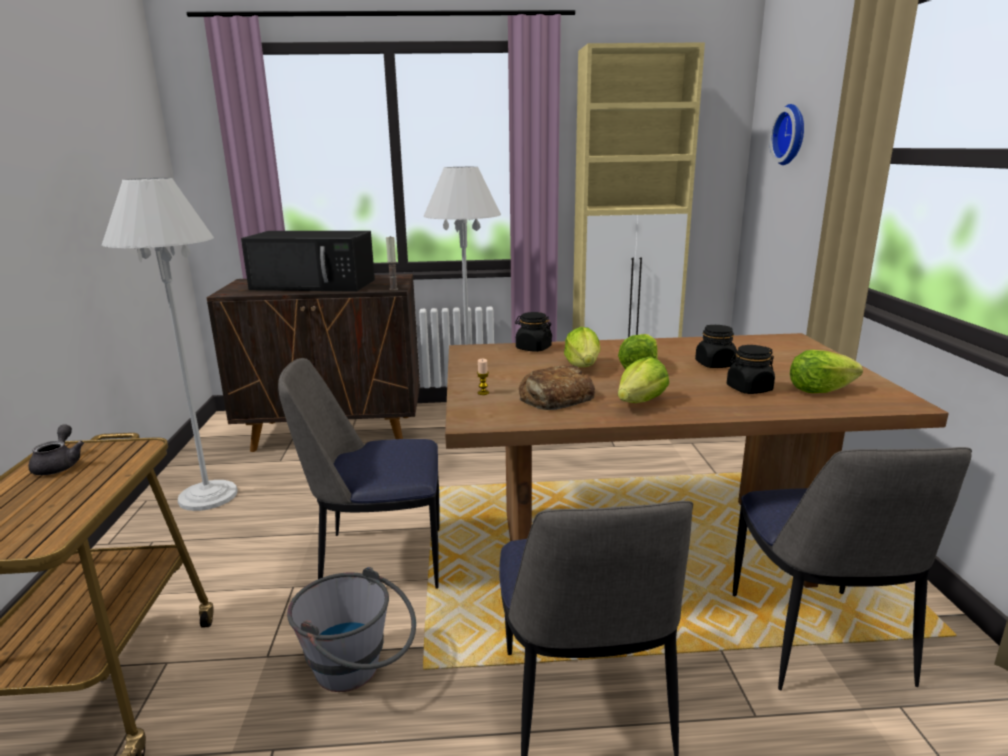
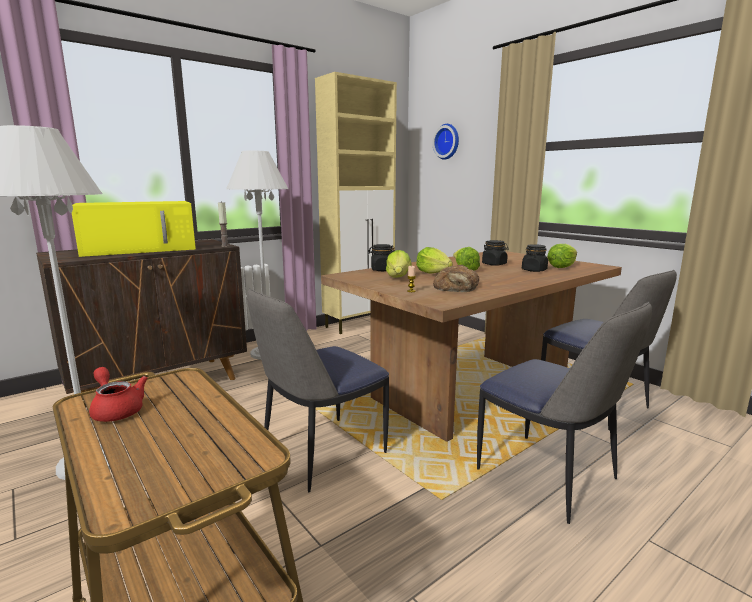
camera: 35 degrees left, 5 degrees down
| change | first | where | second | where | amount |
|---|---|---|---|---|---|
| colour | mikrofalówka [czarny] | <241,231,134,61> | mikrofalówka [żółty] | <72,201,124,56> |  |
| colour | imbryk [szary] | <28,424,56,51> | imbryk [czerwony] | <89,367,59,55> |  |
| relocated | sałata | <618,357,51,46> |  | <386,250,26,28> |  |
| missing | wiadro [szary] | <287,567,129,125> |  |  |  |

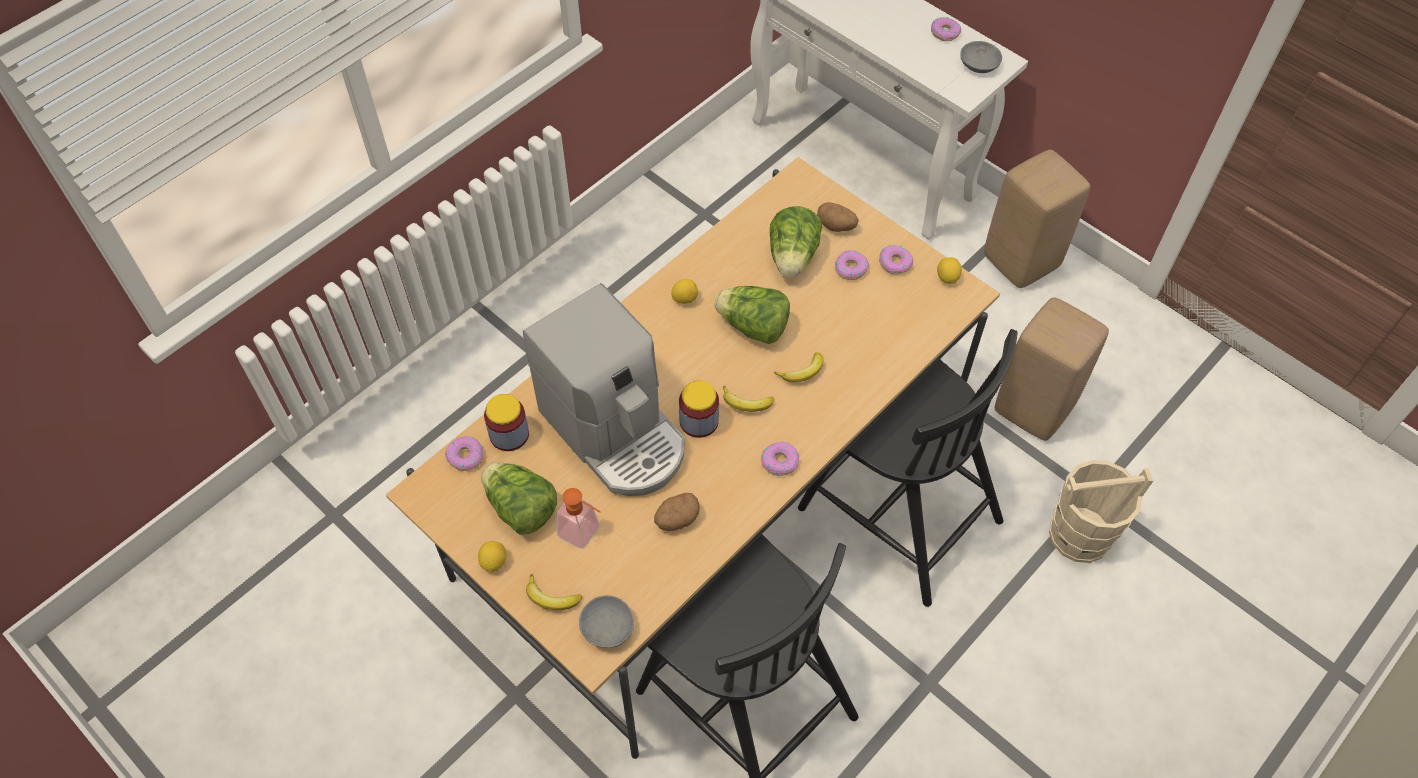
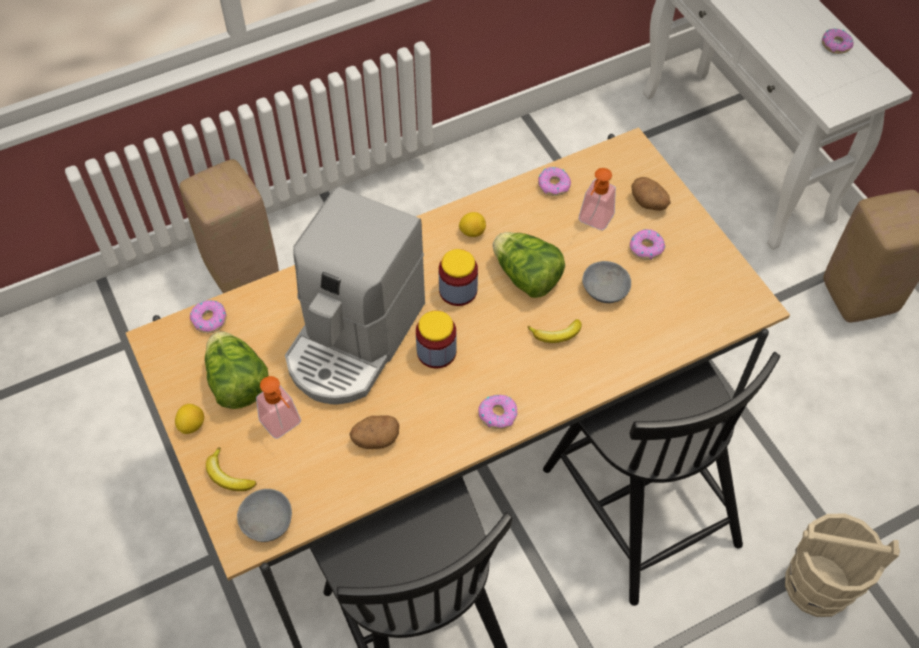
camera: 20 degrees right, 0 degrees up
| change | first | where | second | where | amount |
|---|---|---|---|---|---|
| relocated | stołek [beżowy] | <995,297,114,144> |  | <179,159,100,134> |  |
| spun | ekspres do kawy | <523,283,162,213> |  | <285,187,140,218> | 45 degrees clockwise |
| relocated | słoik | <484,394,45,57> |  | <438,249,40,57> |  |
| relocated | donut | <879,245,34,29> |  | <538,167,33,29> |  |
| exchanged | sałata | <770,206,52,71> | dozownik mydła | <579,168,37,62> |  |
| relocated | miska [szary] | <960,41,42,32> |  | <582,261,49,42> |  |
| missing | banan | <723,386,51,26> |  |  |  |
| missing | cytryna | <937,257,25,27> |  |  |  |

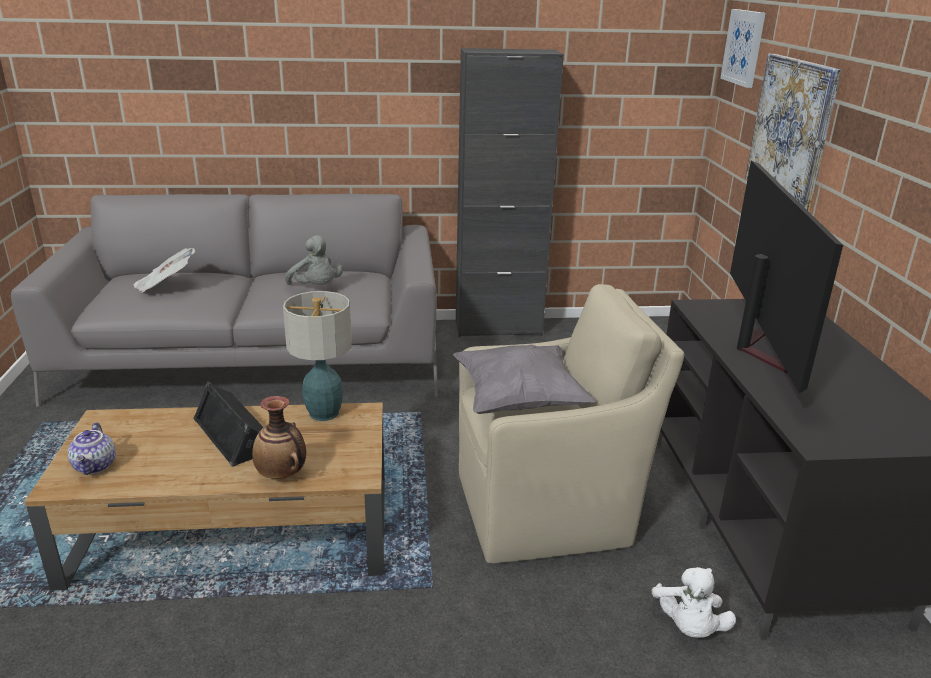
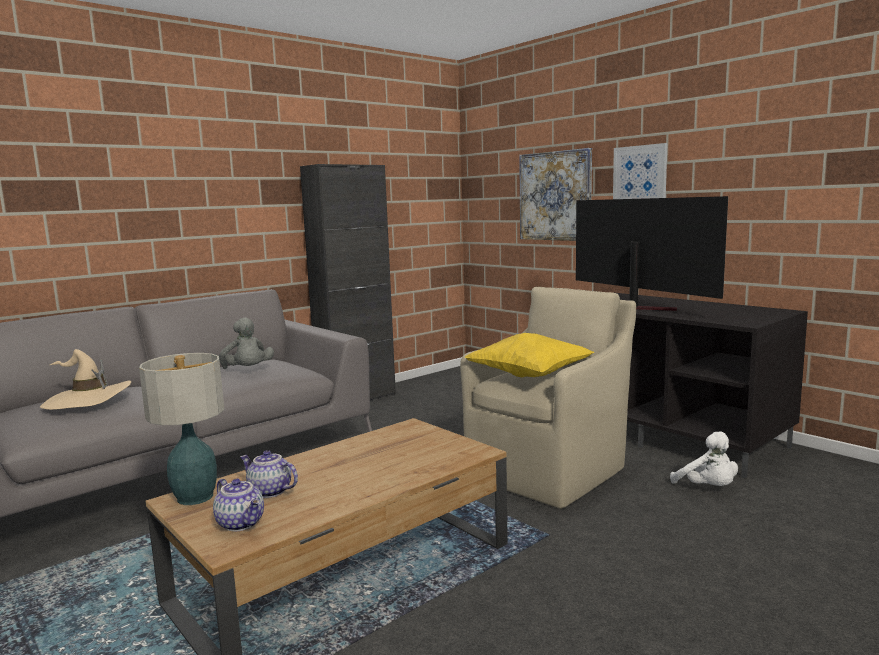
camera: 35 degrees left, 15 degrees down
| change | first | where | second | where | amount |
|---|---|---|---|---|---|
| exchanged | gazeta | <133,248,62,45> | kapelusz [beżowy] | <40,349,91,61> |  |
| relocated | lampa stołowa | <283,291,69,130> |  | <139,353,85,152> |  |
| spun | pluszak [szary] | <285,235,58,50> |  | <219,317,55,52> | 45 degrees clockwise |
| appeared |  |  | imbryk | <240,450,58,48> |  |
| colour | poduszka [szary] | <453,344,143,70> | poduszka [żółty] | <465,333,130,44> |  |
| relocated | obraz | <720,9,45,79> |  | <613,143,55,56> |  |
| missing | głośnik [czarny] | <193,381,70,86> |  |  |  |
| missing | wazon | <252,396,54,83> |  |  |  |

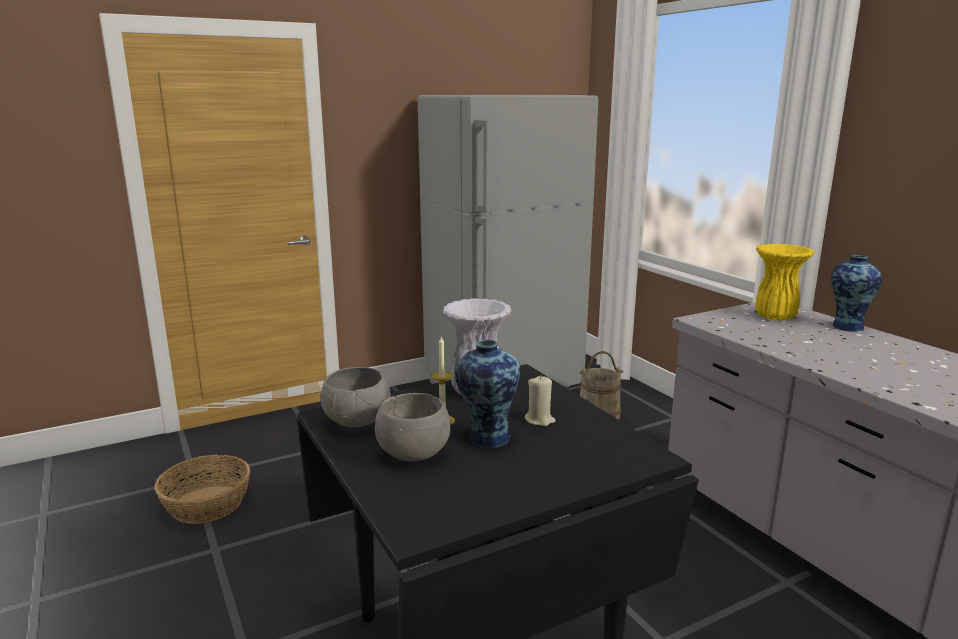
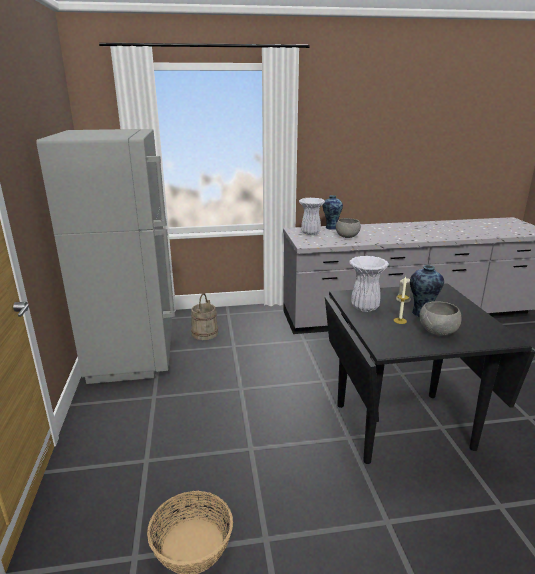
camera: 70 degrees left, 5 degrees up
| change | first | where | second | where | amount |
|---|---|---|---|---|---|
| colour | wazon [żółty] | <755,244,59,77> | wazon [biały] | <299,198,26,37> |  |
| relocated | miska [szary] | <321,367,70,60> |  | <336,218,25,20> |  |

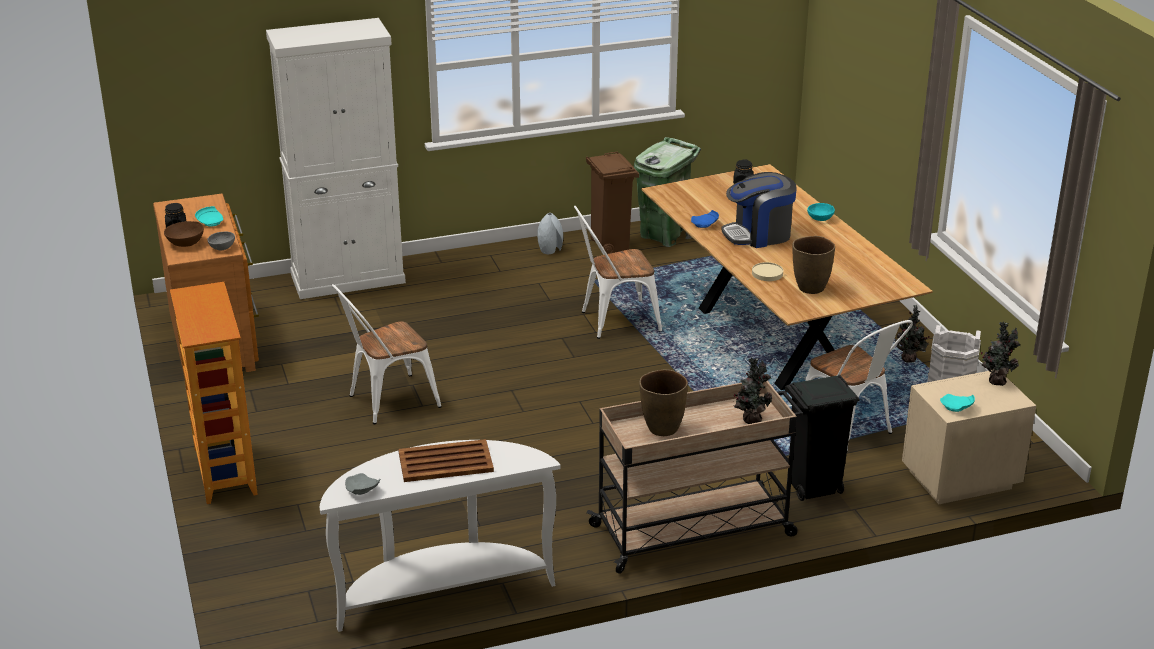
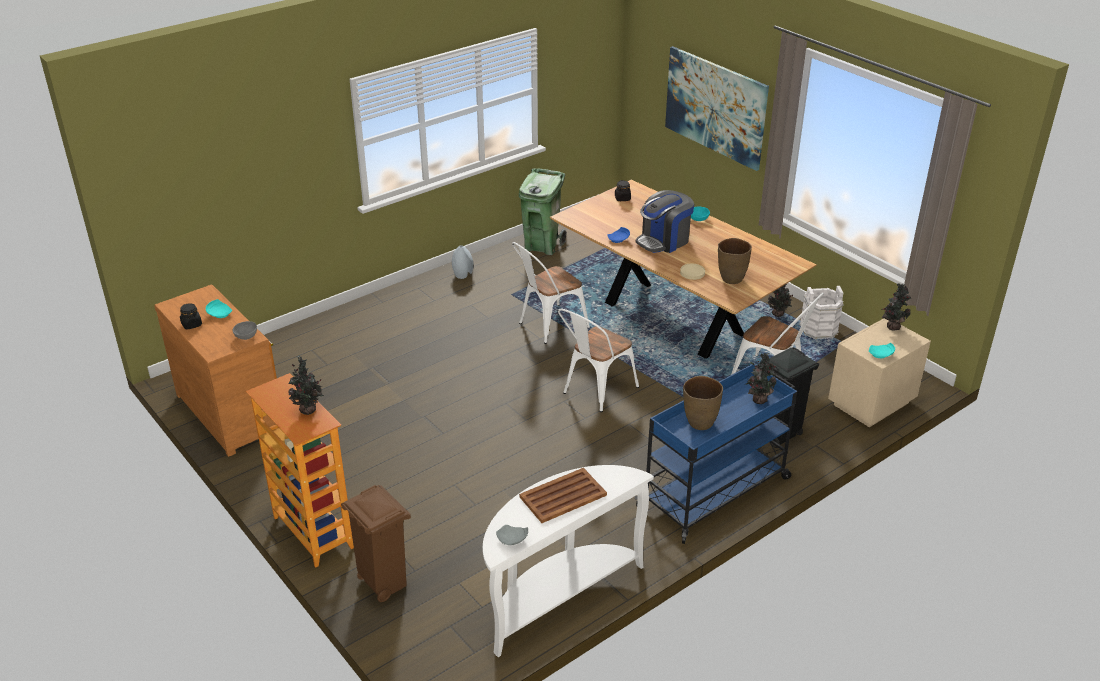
camera: 20 degrees left, 5 degrees up
| change | first | where | second | where | amount |
|---|---|---|---|---|---|
| appeared |  |  | roślina doniczkowa | <288,355,36,60> |  |
| relocated | kosz na śmieci [brązowy] | <586,152,53,102> |  | <341,485,70,117> |  |
| relocated | krzesło [biały] | <332,284,109,140> |  | <558,309,81,103> |  |
| colour | wózek [beżowy] | <586,381,217,193> | wózek [niebieski] | <635,364,162,180> |  |
| appeared |  |  | obraz | <665,46,104,125> |  |
| missing | miska [brązowy] | <164,221,40,26> |  |  |  |
| missing | szafka [biały] | <266,18,140,281> |  |  |  |

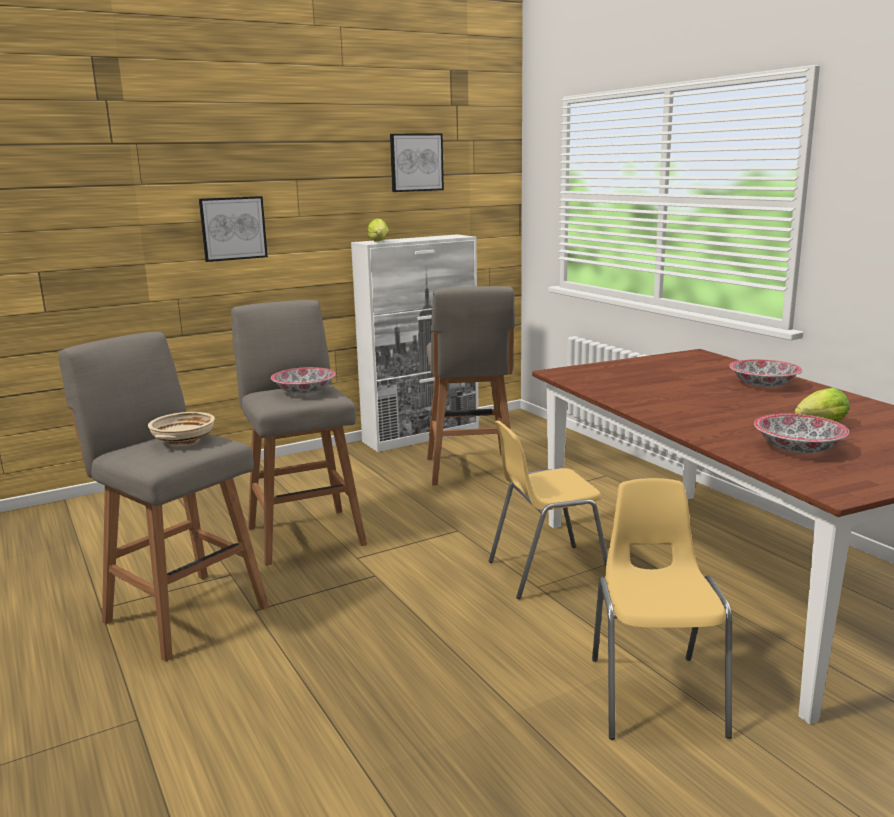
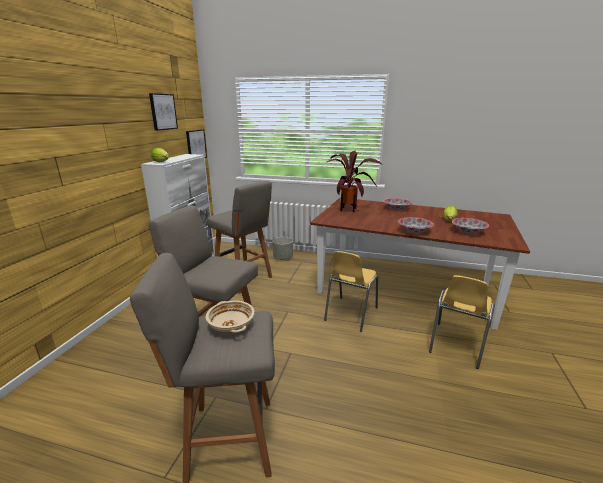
camera: 45 degrees left, 5 degrees up
| change | first | where | second | where | amount |
|---|---|---|---|---|---|
| relocated | obraz | <199,196,69,66> |  | <186,129,21,29> |  |
| appeared |  |  | donica [szary] | <273,237,20,23> |  |
| appeared |  |  | roślina doniczkowa | <327,151,56,61> |  |
| relocated | miska | <271,367,65,27> |  | <398,217,36,16> |  |
| spun | krzesło [żółty] | <592,478,140,262> |  | <429,275,66,94> | 105 degrees counterclockwise |

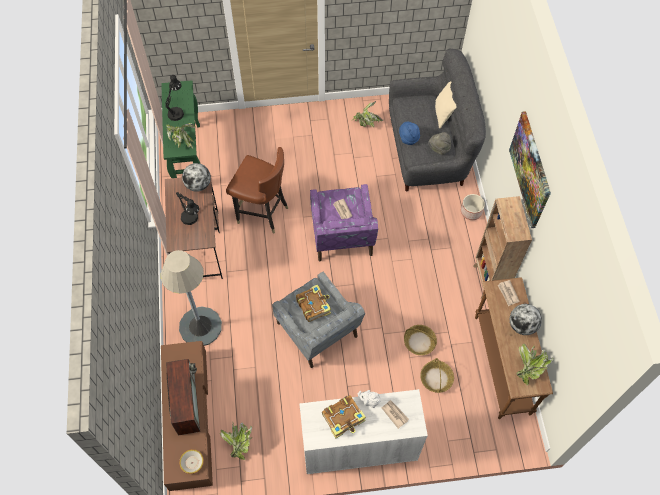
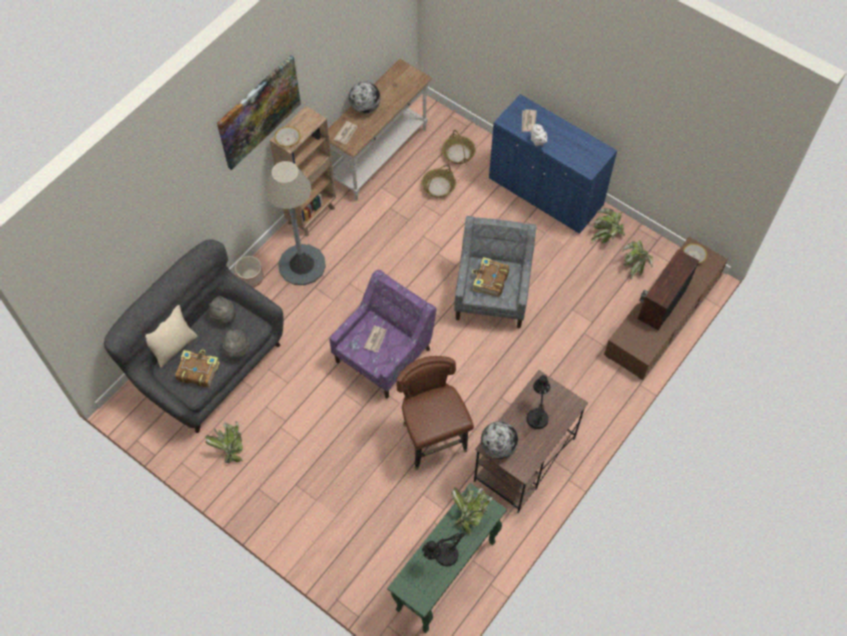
camera: 135 degrees left, 0 degrees up
| change | first | where | second | where | amount |
|---|---|---|---|---|---|
| relocated | książka | <322,395,44,43> |  | <175,350,45,37> |  |
| colour | kapelusz [niebieski] | <399,122,21,23> | kapelusz [szary] | <223,330,27,28> |  |
| relocated | lampa stojąca [szary] | <161,250,61,96> |  | <265,161,61,124> |  |
| appeared |  |  | miska | <274,126,27,21> |  |
| colour | stolik konsolowy [brązowy] | <475,277,78,142> | stolik konsolowy [biały] | <328,59,104,142> |  |
| relocated | koszyk | <404,325,33,30> |  | <442,130,34,34> |  |
| colour | szafka [biały] | <299,389,129,85> | szafka [niebieski] | <489,94,128,140> |  |
| relocated | roślina doniczkowa | <516,344,38,42> |  | <591,208,34,36> |  |

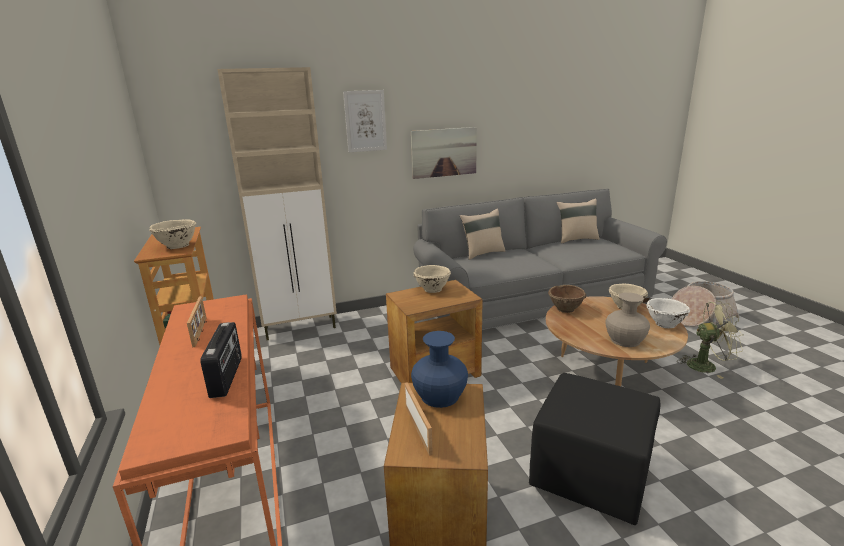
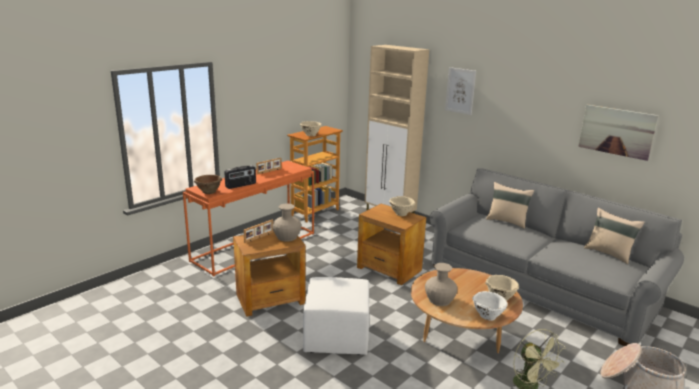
camera: 60 degrees right, 0 degrees up
| change | first | where | second | where | amount |
|---|---|---|---|---|---|
| relocated | miska [brązowy] | <548,285,38,28> |  | <194,175,28,19> |  |
| colour | wazon [niebieski] | <411,331,57,77> | wazon [beżowy] | <272,204,29,38> |  |
| colour | pufa [czarny] | <529,373,131,152> | pufa [biały] | <303,277,66,78> |  |
| relocated | obraz | <411,127,66,52> |  | <578,105,81,56> |  |

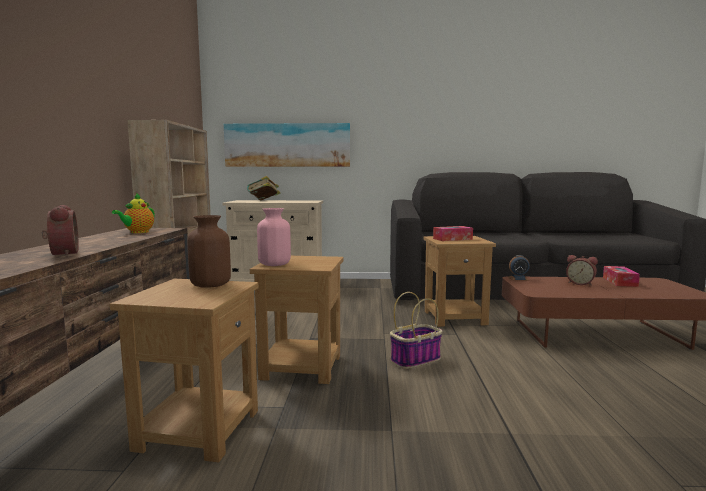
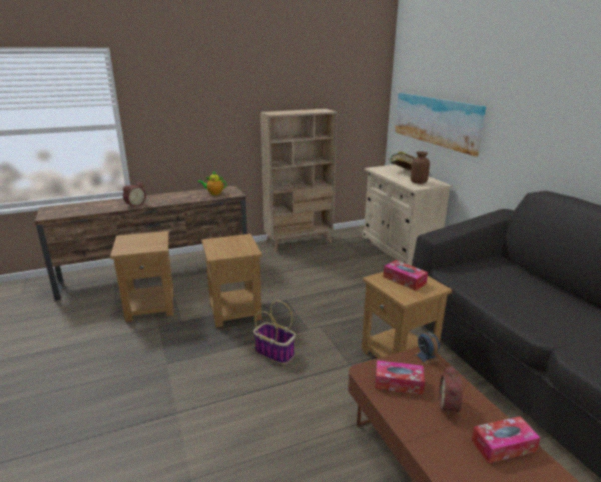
camera: 65 degrees right, 15 degrees up
| change | first | where | second | where | amount |
|---|---|---|---|---|---|
| appeared |  |  | pudełko chusteczek | <375,360,50,35> |  |
| relocated | wazon [brązowy] | <187,215,44,73> |  | <410,151,20,33> |  |
| missing | wazon [różowy] | <257,208,34,58> |  |  |  |

